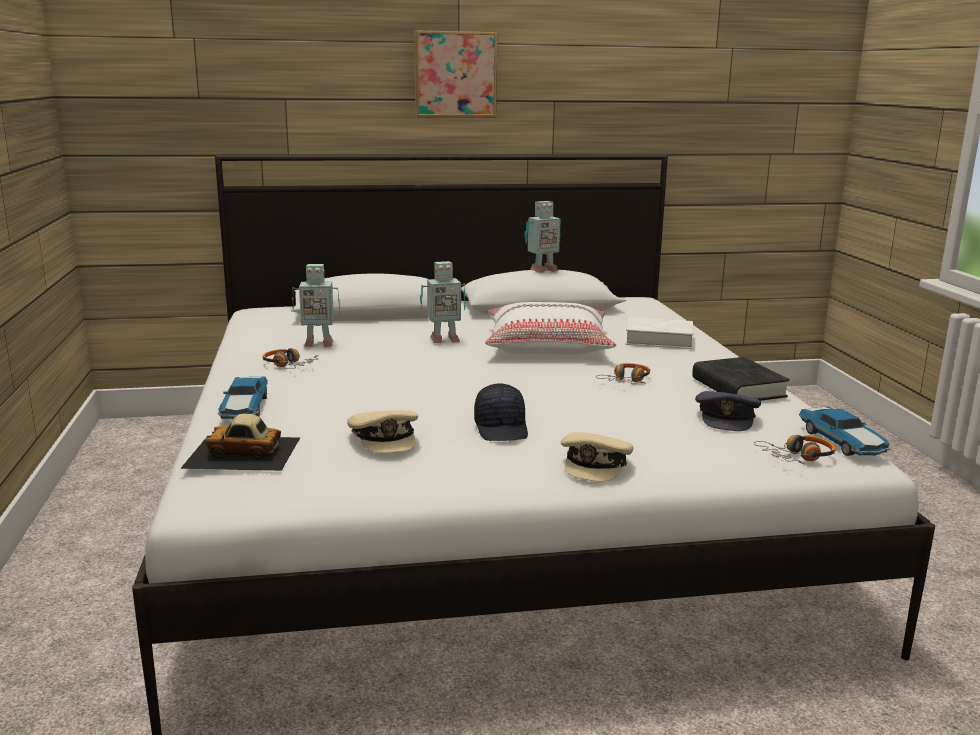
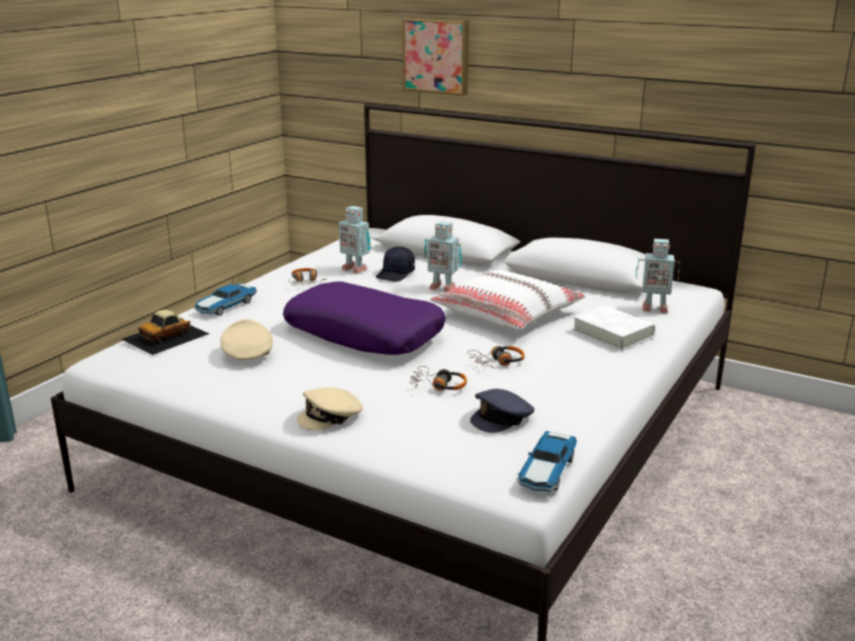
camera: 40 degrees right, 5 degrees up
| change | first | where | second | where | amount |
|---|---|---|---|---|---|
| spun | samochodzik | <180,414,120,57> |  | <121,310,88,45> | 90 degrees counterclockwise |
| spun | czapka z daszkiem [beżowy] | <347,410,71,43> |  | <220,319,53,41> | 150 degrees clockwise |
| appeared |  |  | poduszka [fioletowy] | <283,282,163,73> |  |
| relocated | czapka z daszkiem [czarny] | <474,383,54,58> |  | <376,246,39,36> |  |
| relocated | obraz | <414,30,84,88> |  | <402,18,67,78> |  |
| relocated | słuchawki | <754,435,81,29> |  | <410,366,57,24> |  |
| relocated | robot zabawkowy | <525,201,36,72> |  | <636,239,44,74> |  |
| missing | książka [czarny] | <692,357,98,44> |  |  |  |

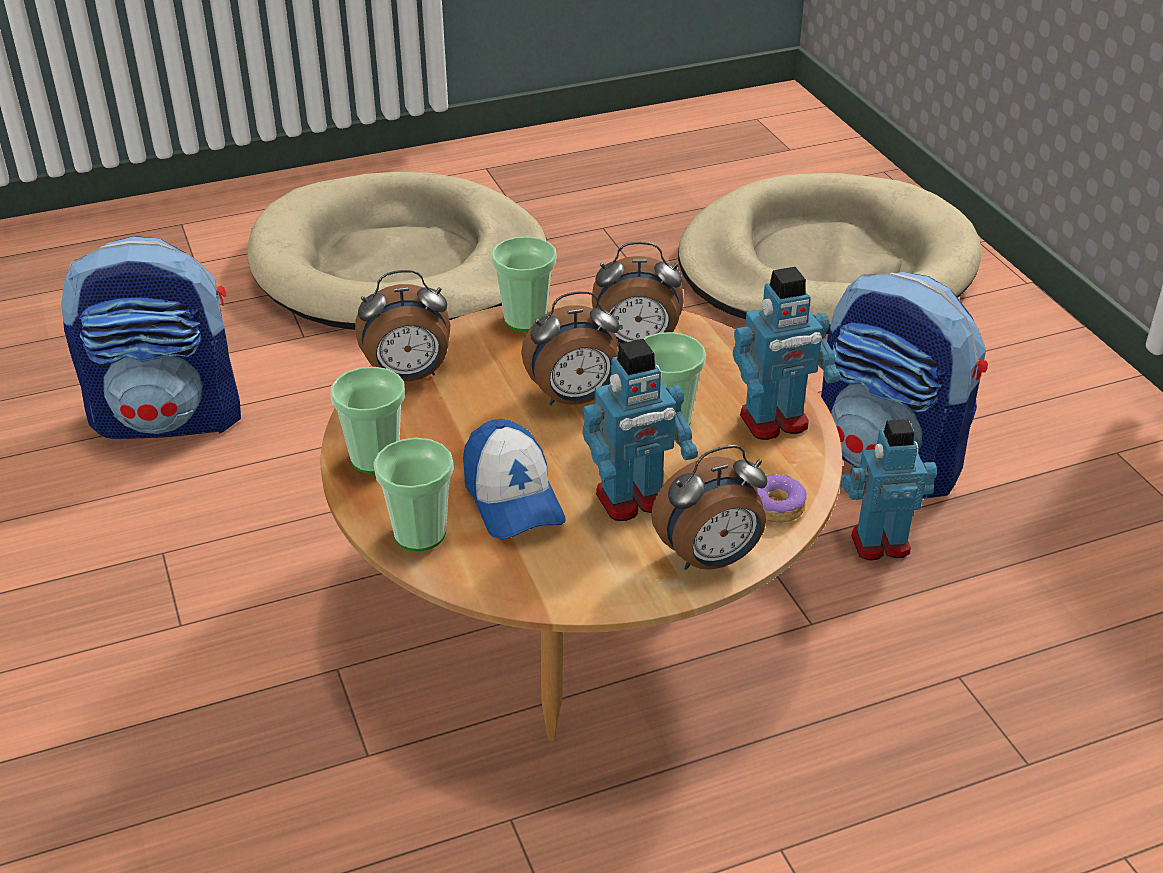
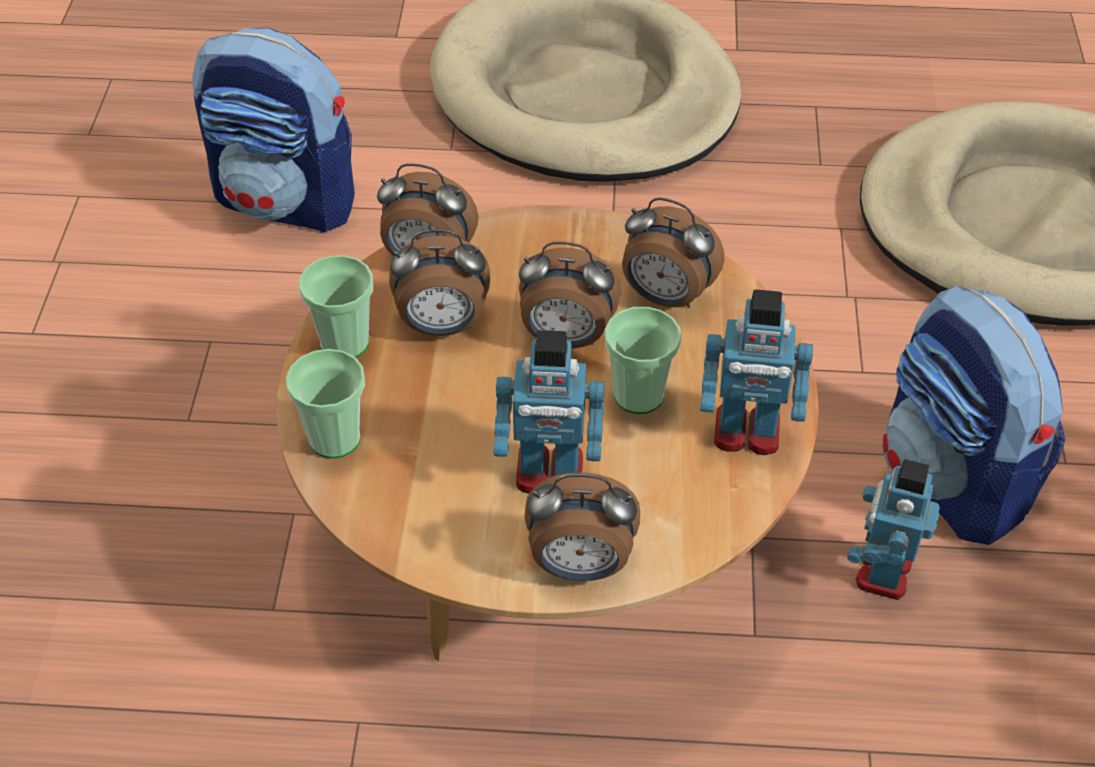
camera: 25 degrees right, 10 degrees up
| change | first | where | second | where | amount |
|---|---|---|---|---|---|
| appeared |  |  | budzik | <389,229,101,107> |  |
| spun | robot zabawkowy | <840,419,97,141> |  | <847,459,93,141> | 90 degrees counterclockwise |
| missing | czapka z daszkiem | <463,419,103,120> |  |  |  |
| missing | filiżanka | <492,237,64,95> |  |  |  |
| missing | donut | <757,473,50,50> |  |  |  |

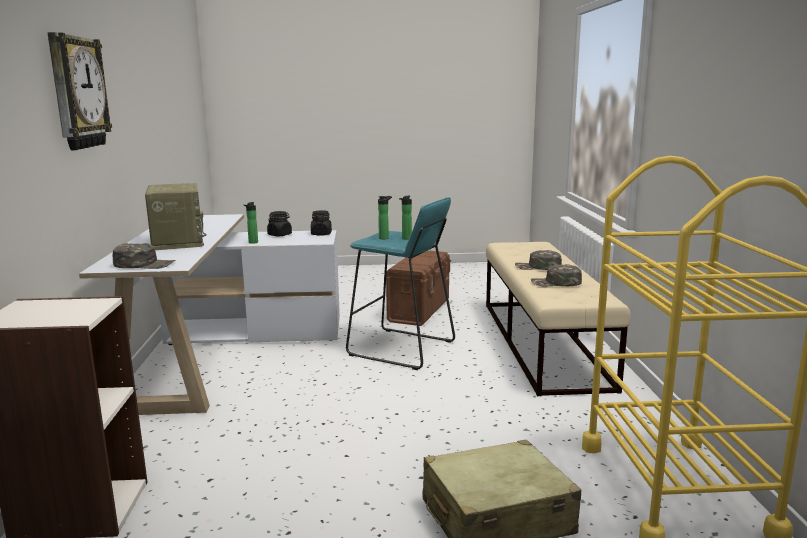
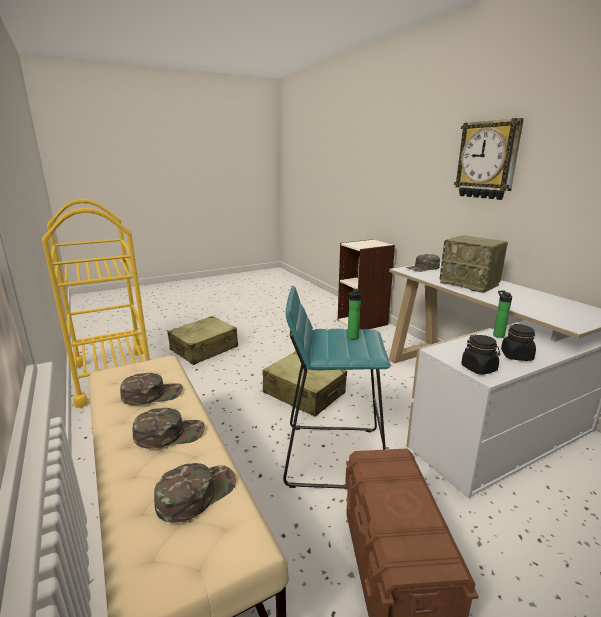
camera: 155 degrees right, 5 degrees up
| change | first | where | second | where | amount |
|---|---|---|---|---|---|
| appeared |  |  | czapka z daszkiem [zielony] | <154,463,82,60> |  |
| appeared |  |  | walizka [beżowy] | <263,351,84,66> |  |
| missing | butelka | <399,196,13,44> |  |  |  |

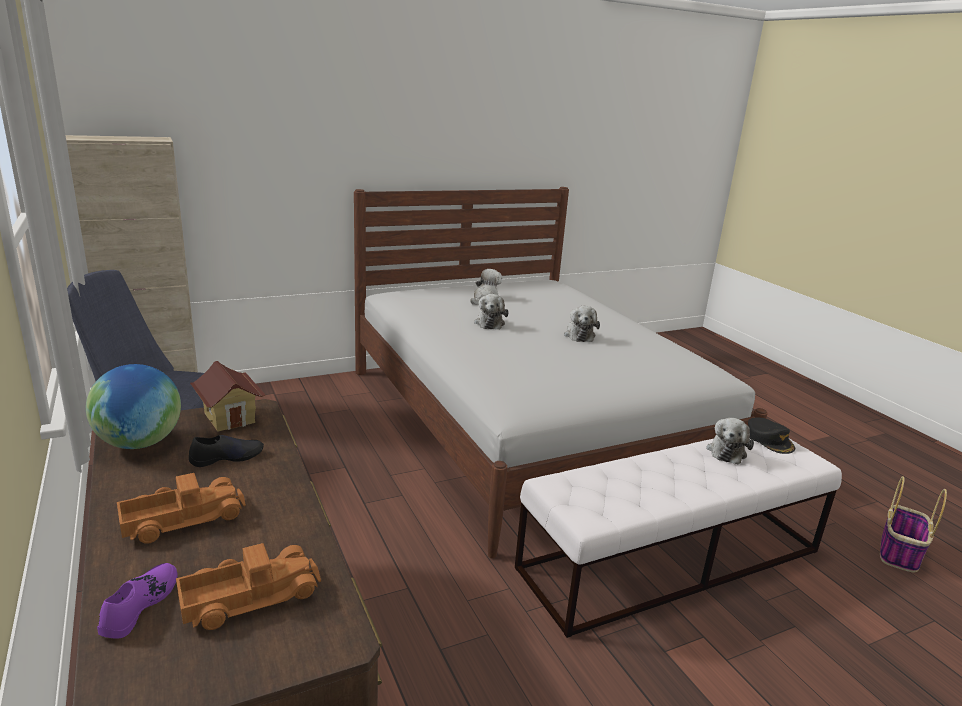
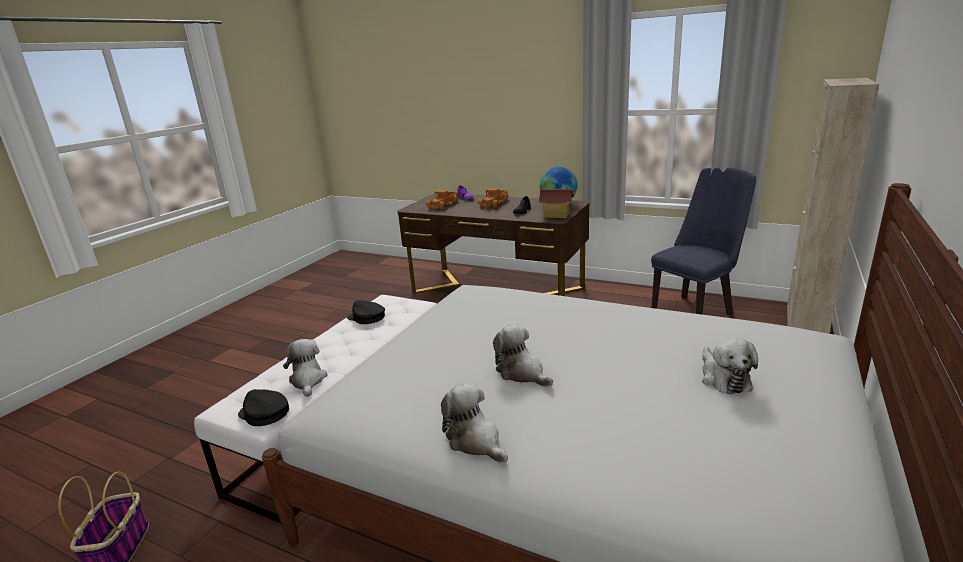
camera: 145 degrees right, 0 degrees up
| change | first | where | second | where | amount |
|---|---|---|---|---|---|
| appeared |  |  | czapka z daszkiem [czarny] | <347,300,38,24> |  |
| relocated | pluszak | <474,294,34,36> |  | <441,383,67,80> |  |

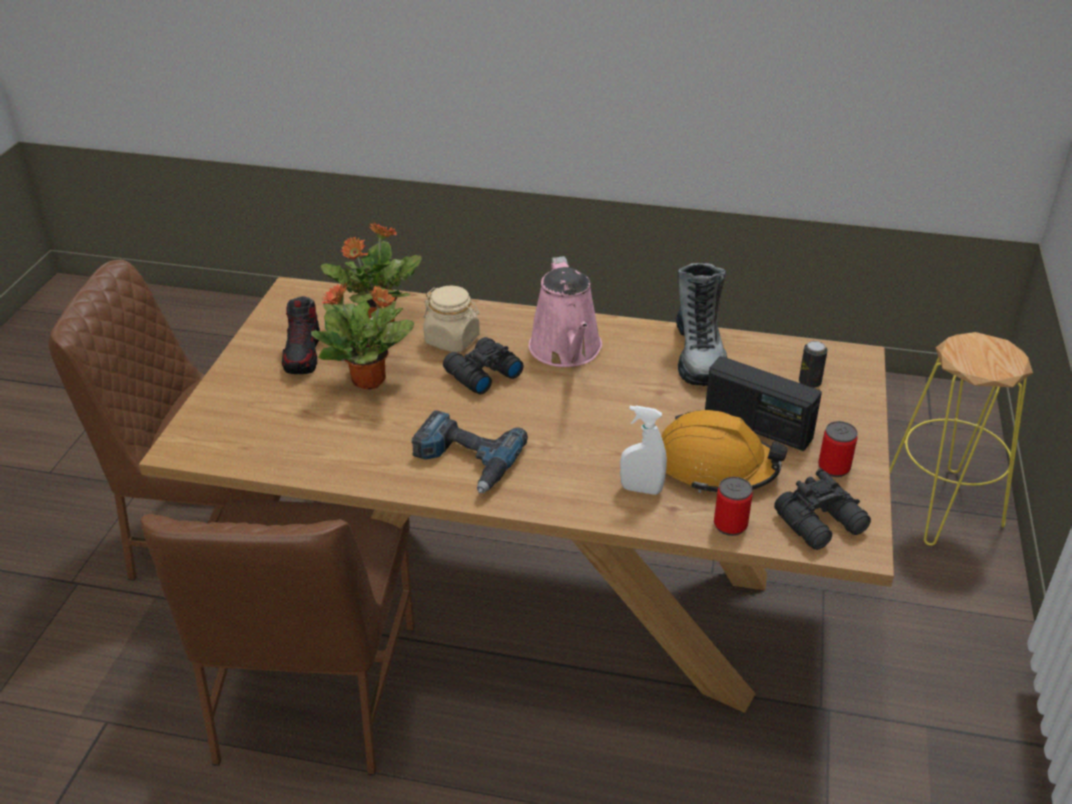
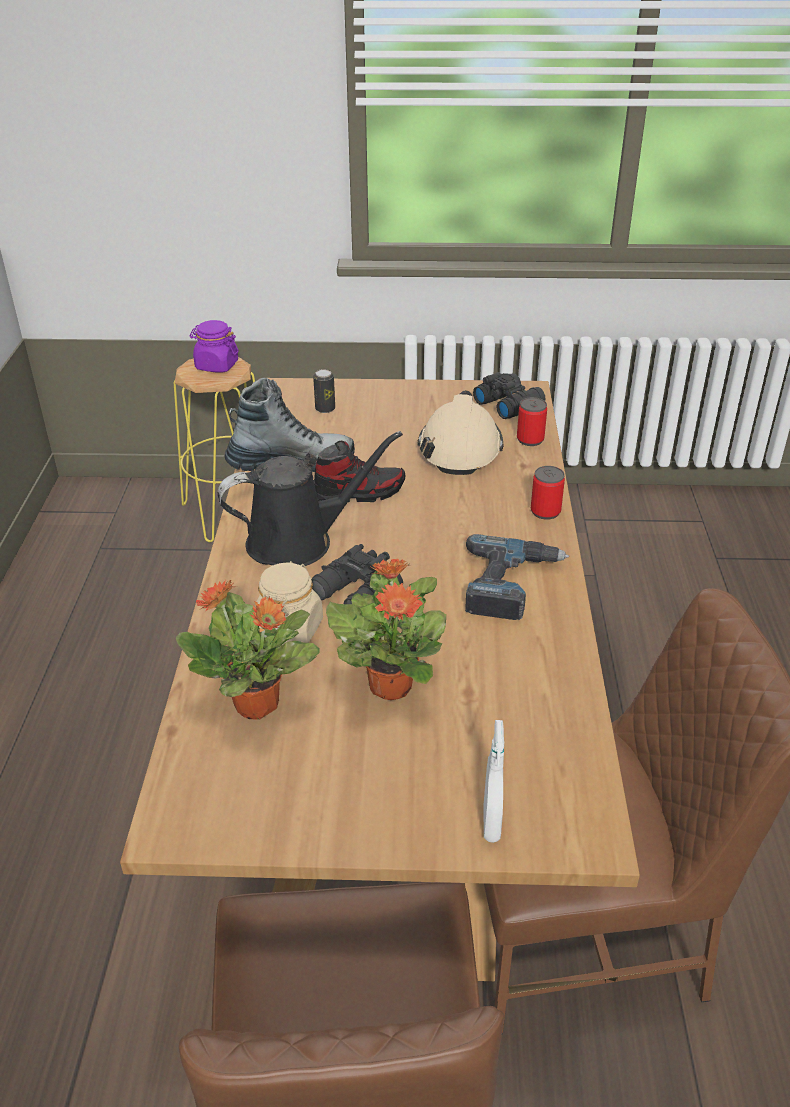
camera: 100 degrees left, 0 degrees up
| change | first | where | second | where | amount |
|---|---|---|---|---|---|
| appeared |  |  | słoik [fioletowy] | <190,320,49,53> |  |
| colour | konewka [różowy] | <529,256,73,111> | konewka [czarny] | <218,431,185,136> |  |
| relocated | but | <282,296,38,78> |  | <314,440,91,62> |  |
| colour | kask [pomarańczowy] | <661,410,127,83> | kask [beżowy] | <418,390,86,85> |  |
| relocated | spryskiwacz [biały] | <620,406,47,89> |  | <484,720,20,123> |  |
| relocated | puszka | <818,421,40,56> |  | <531,466,34,54> |  |
| missing | radio | <705,356,117,95> |  |  |  |

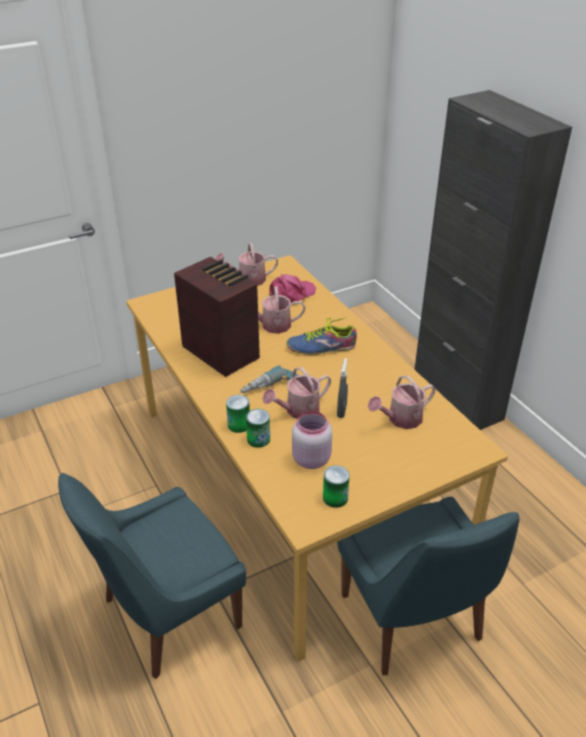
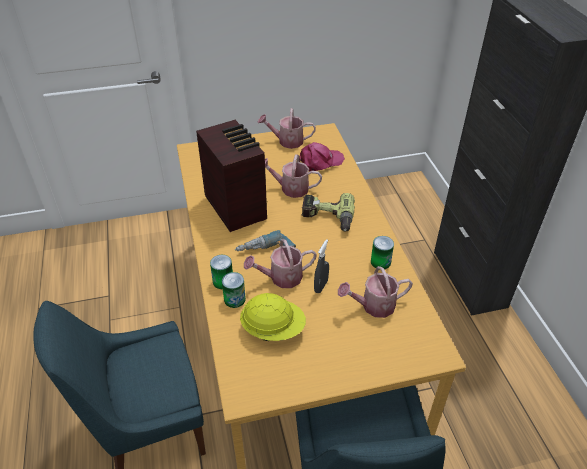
camera: 15 degrees right, 5 degrees up
| change | first | where | second | where | amount |
|---|---|---|---|---|---|
| exchanged | słoik [różowy] | <292,411,40,58> | kask [żółty] | <240,293,66,48> |  |
| exchanged | but | <286,317,71,38> | wiertarka | <302,193,53,39> |  |
| relocated | puszka | <323,465,27,43> |  | <371,236,23,34> |  |

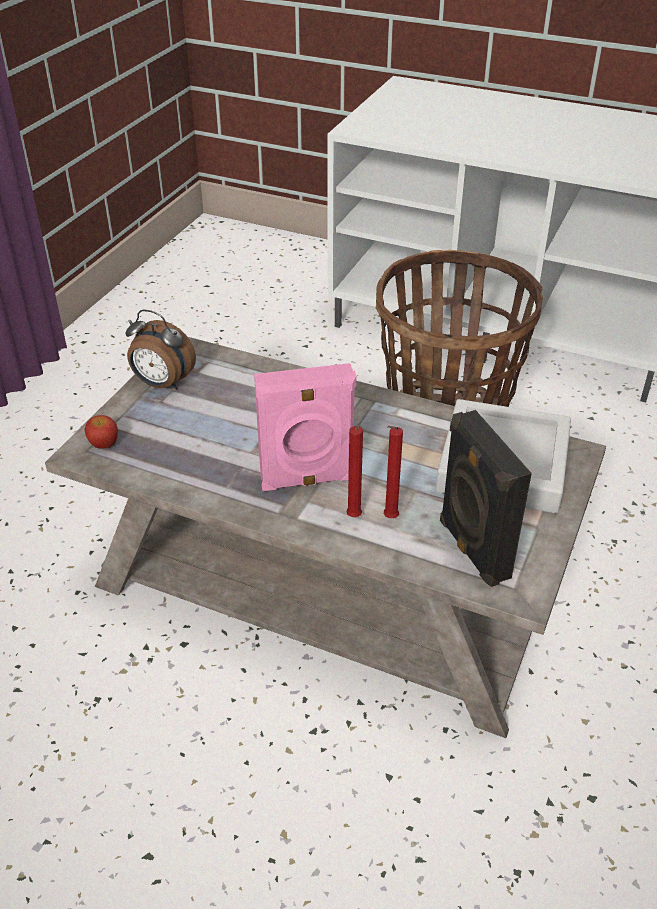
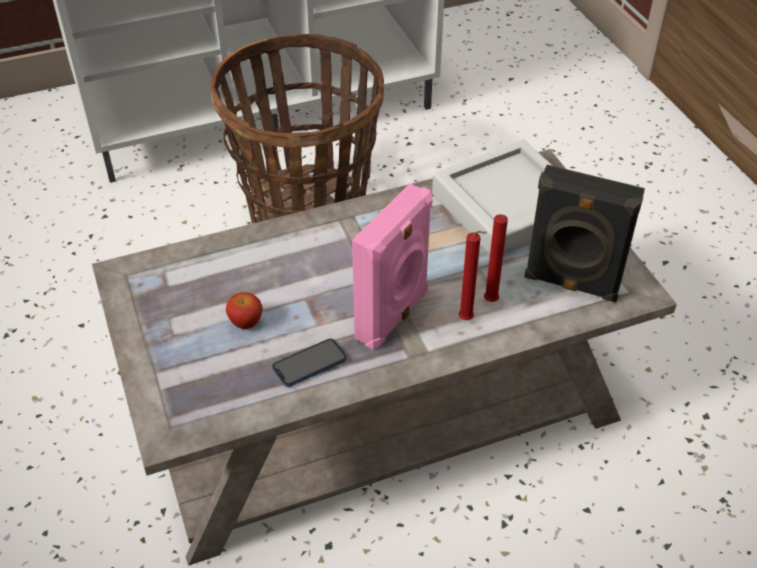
camera: 45 degrees left, 5 degrees up
| change | first | where | second | where | amount |
|---|---|---|---|---|---|
| relocated | jabłko | <85,415,33,34> |  | <226,292,37,37> |  |
| appeared |  |  | telefon | <272,339,75,48> |  |
| missing | budzik | <125,310,71,80> |  |  |  |

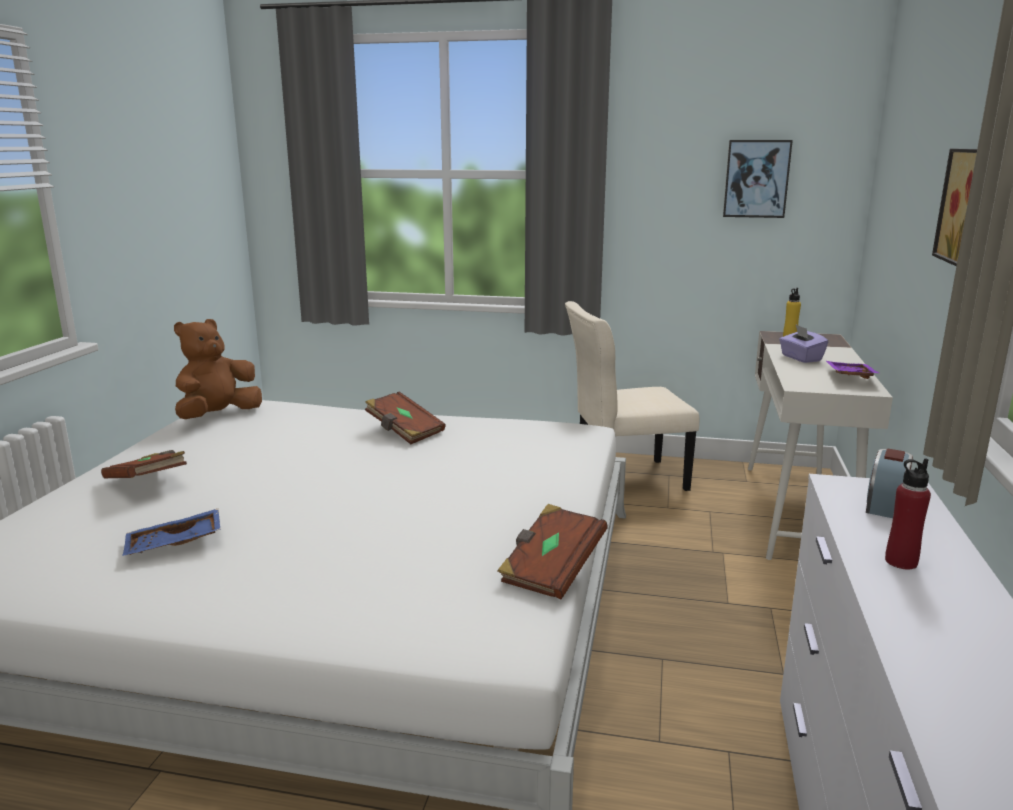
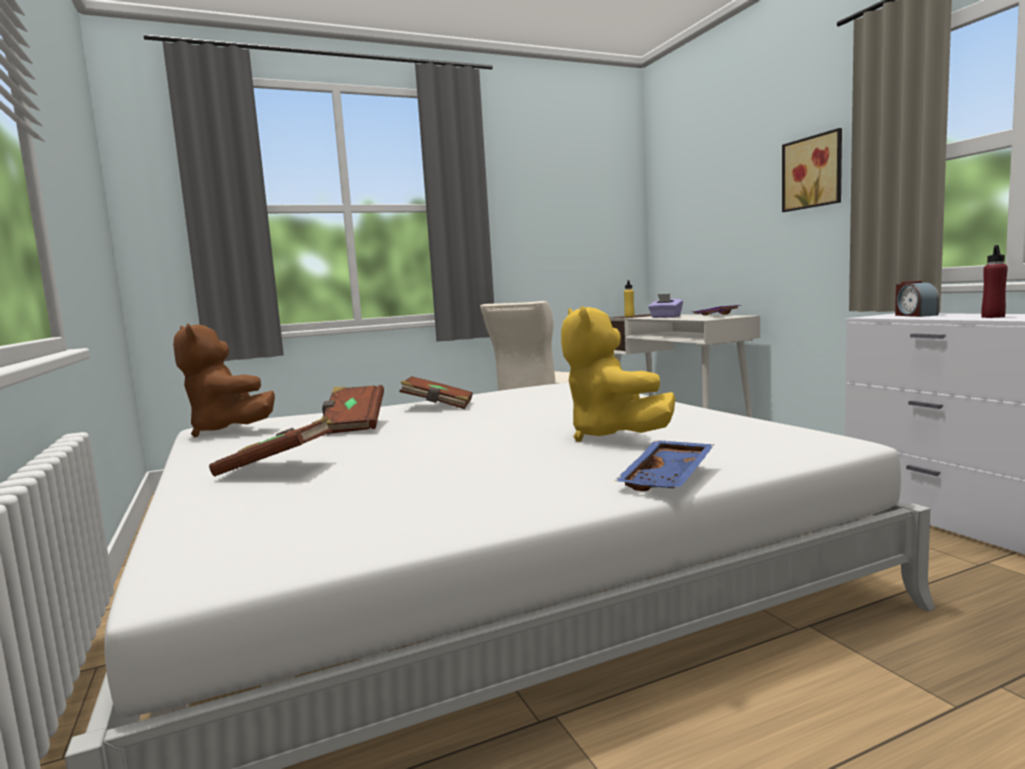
camera: 35 degrees left, 10 degrees down
| change | first | where | second | where | amount |
|---|---|---|---|---|---|
| spun | pluszak [brązowy] | <174,319,88,100> |  | <173,324,102,114> | 45 degrees counterclockwise |
| relocated | książka [brązowy] | <498,504,110,95> |  | <321,385,63,49> |  |
| appeared |  |  | pluszak [żółty] | <561,306,115,136> |  |
| relocated | taca [niebieski] | <123,509,98,47> |  | <615,440,99,51> |  |
| missing | obraz | <723,140,70,78> |  |  |  |

